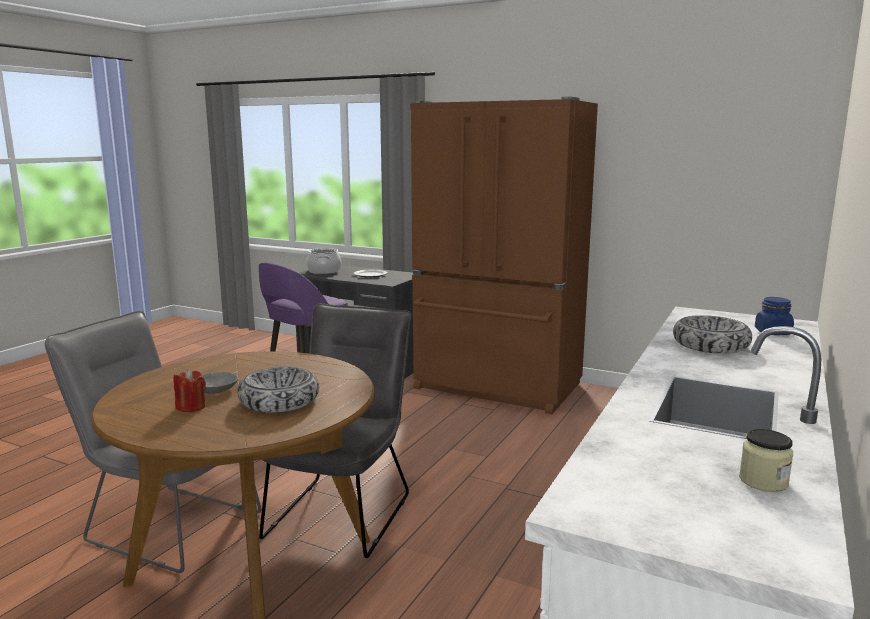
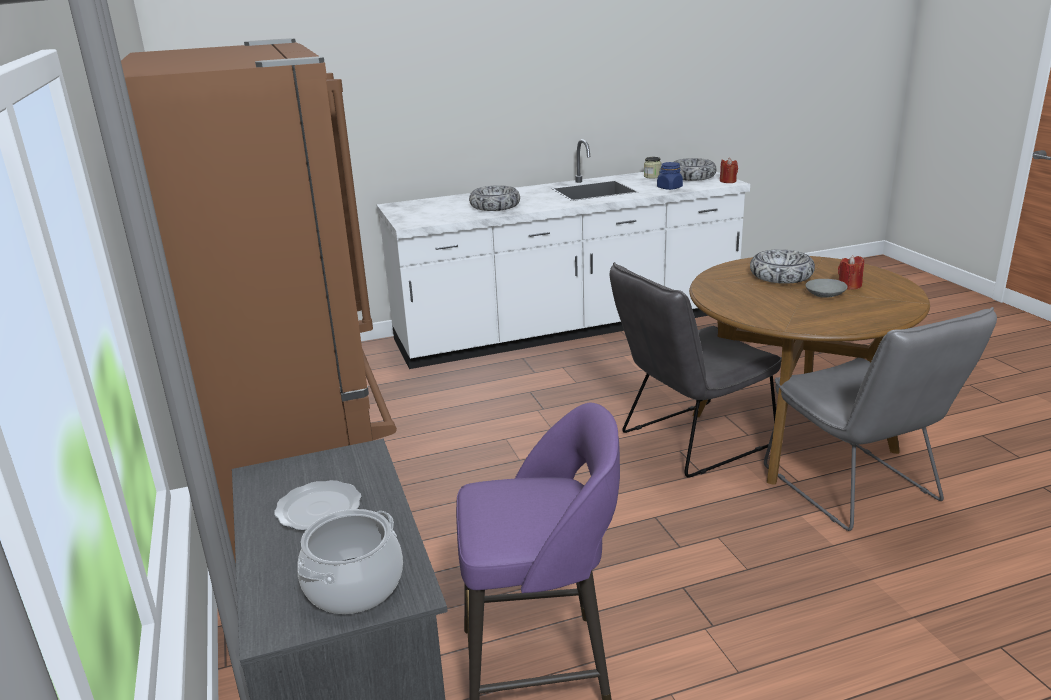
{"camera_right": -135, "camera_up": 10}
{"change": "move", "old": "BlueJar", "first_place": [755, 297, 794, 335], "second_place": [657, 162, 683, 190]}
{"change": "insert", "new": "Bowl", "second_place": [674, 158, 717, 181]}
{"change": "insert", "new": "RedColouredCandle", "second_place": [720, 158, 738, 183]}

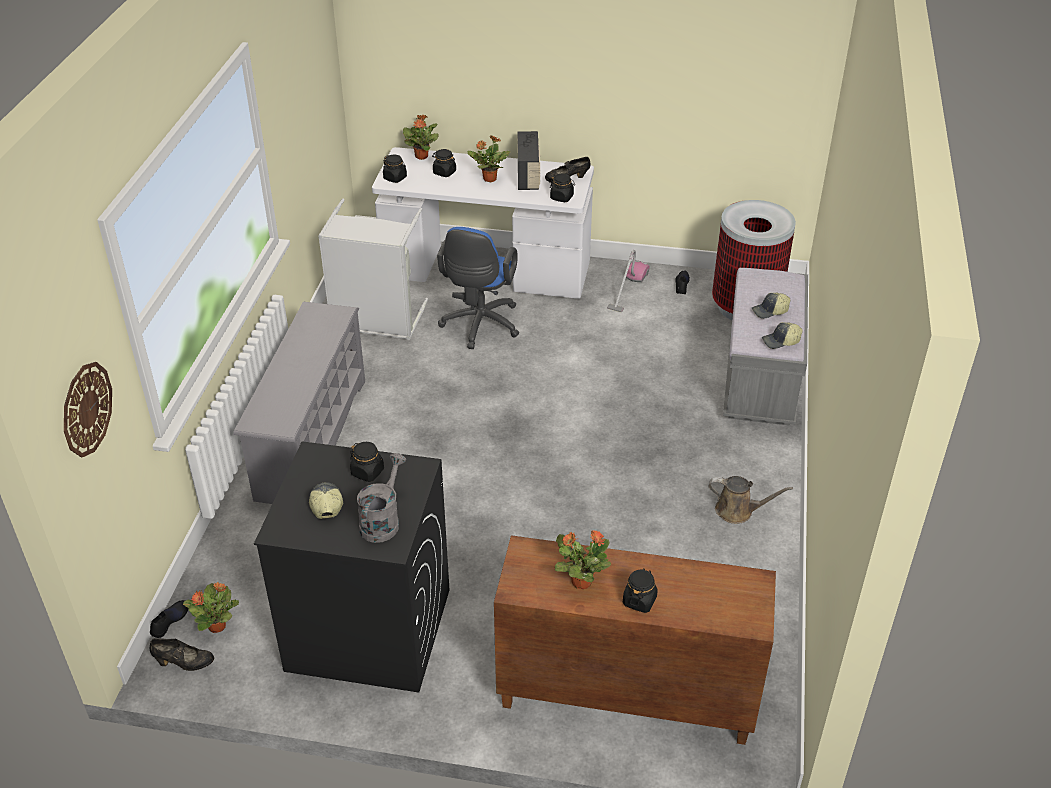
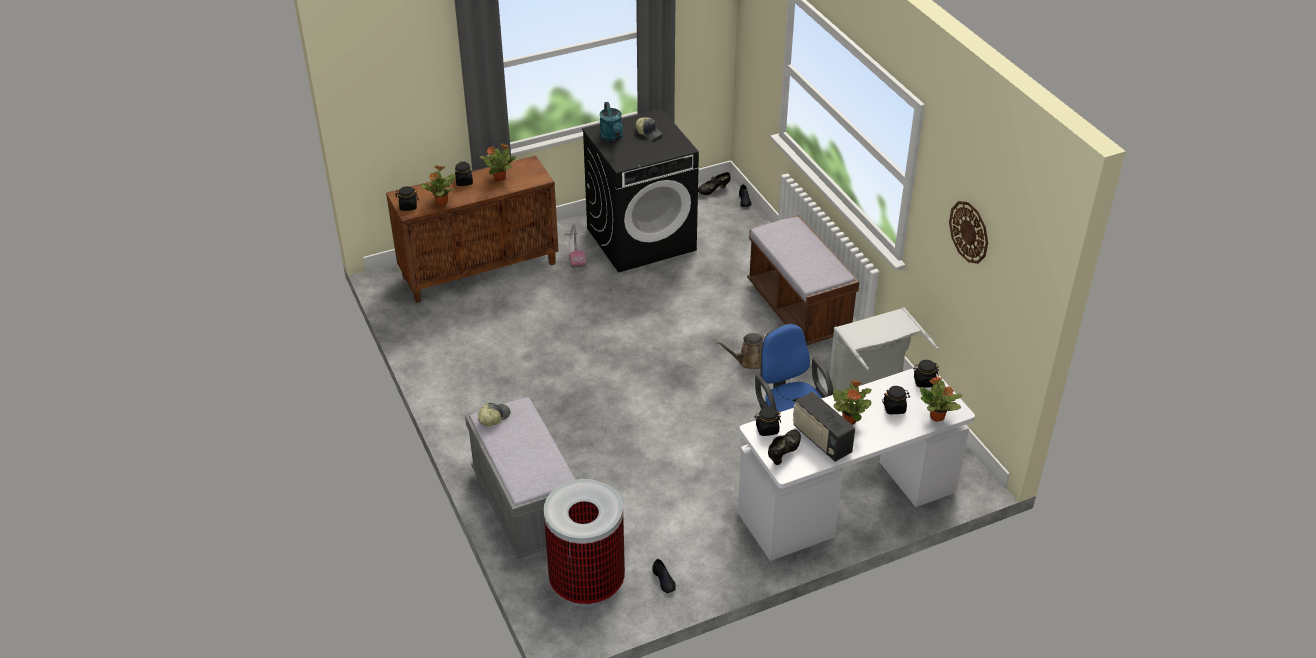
{"camera_right": 145, "camera_up": 0}
{"change": "move", "old": "BlackishJar", "first_place": [350, 442, 384, 482], "second_place": [395, 186, 419, 211]}
{"change": "move", "old": "Houseplant", "first_place": [183, 582, 239, 633], "second_place": [421, 165, 455, 205]}
{"change": "move", "old": "Vacuum", "first_place": [607, 250, 650, 312], "second_place": [564, 223, 586, 268]}
{"change": "recolor", "old": "GreyWateringCan", "new": "TurquoiseWateringCan", "first_place": [357, 453, 406, 543], "second_place": [600, 102, 623, 142]}
{"change": "move", "old": "BrownColouredWateringCan", "first_place": [708, 476, 793, 524], "second_place": [716, 333, 768, 369]}
{"change": "replace", "old": "GreyShoeShelf", "new": "BrownColouredLongSeat", "first_place": [233, 302, 365, 504], "second_place": [747, 215, 859, 345]}
{"change": "move", "old": "WallClock", "first_place": [64, 362, 112, 457], "second_place": [949, 201, 988, 264]}
{"change": "delete", "old": "PeakedCap", "first_place": [752, 293, 790, 319]}

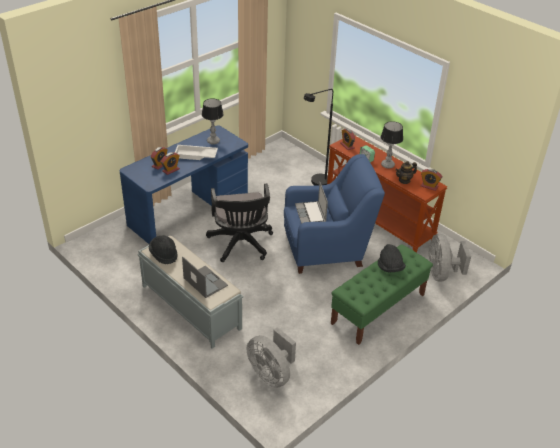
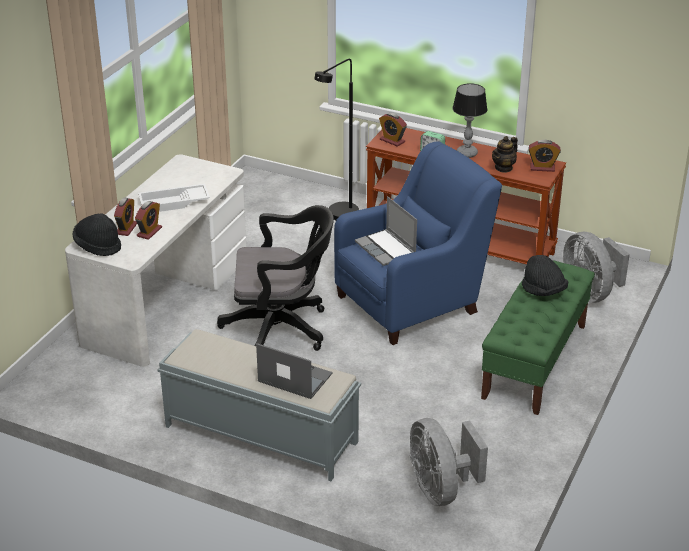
{"camera_right": -20, "camera_up": -5}
{"change": "recolor", "old": "BlueDeskTable", "new": "WhiteColouredDeskTable", "first_place": [120, 125, 248, 244], "second_place": [65, 155, 246, 367]}
{"change": "move", "old": "BlackishClothingHat", "first_place": [149, 236, 178, 264], "second_place": [72, 213, 121, 256]}
{"change": "rotate", "old": "BlackishDeskChair", "first_place": [206, 184, 273, 262], "second_place": [217, 205, 334, 351], "degrees": -60}
{"change": "rotate", "old": "GreyElectricFan", "first_place": [246, 327, 296, 388], "second_place": [410, 418, 488, 506], "degrees": 45}
{"change": "delete", "old": "TableLamp", "first_place": [202, 98, 224, 144]}

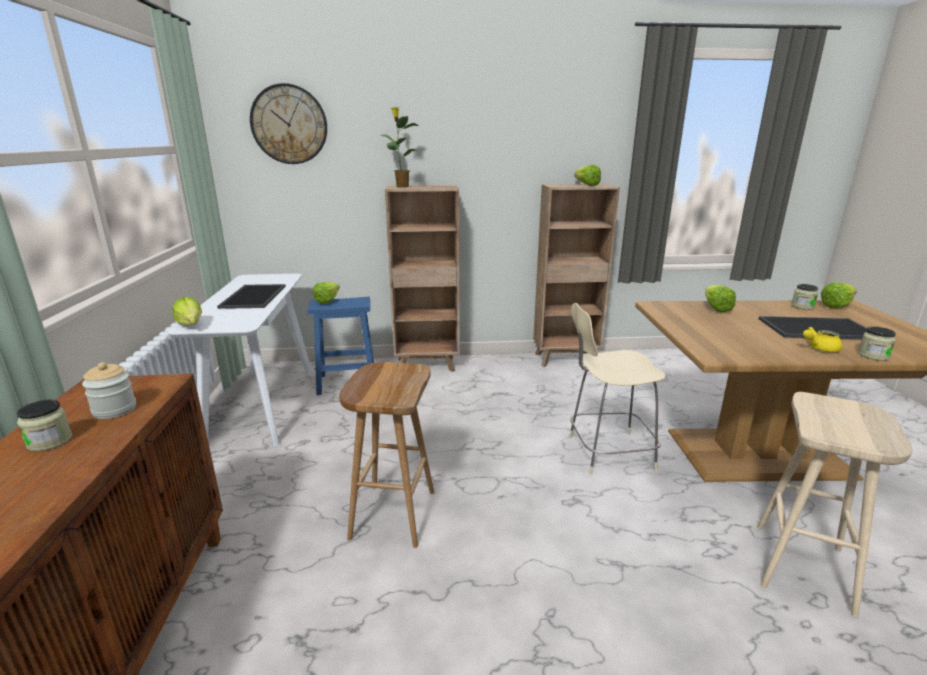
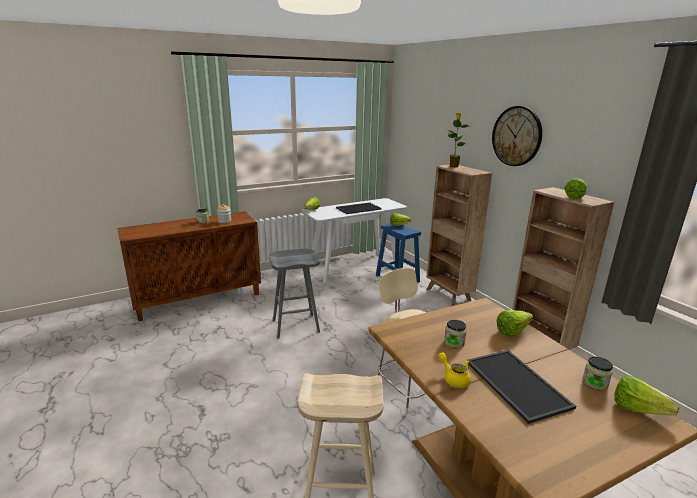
{"camera_right": 65, "camera_up": 0}
{"change": "recolor", "old": "BrownColouredStoolSeat", "new": "GreyStoolSeat", "first_place": [339, 362, 434, 548], "second_place": [269, 249, 320, 339]}
{"change": "move", "old": "Jar", "first_place": [858, 327, 896, 361], "second_place": [444, 320, 467, 348]}
{"change": "move", "old": "WallClock", "first_place": [250, 83, 327, 164], "second_place": [492, 106, 542, 166]}

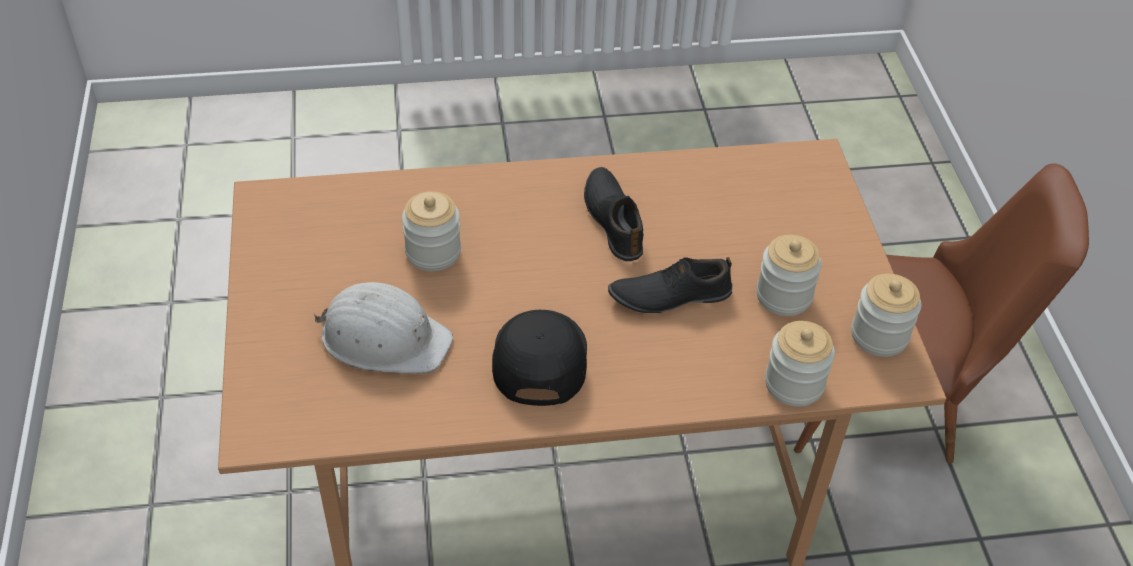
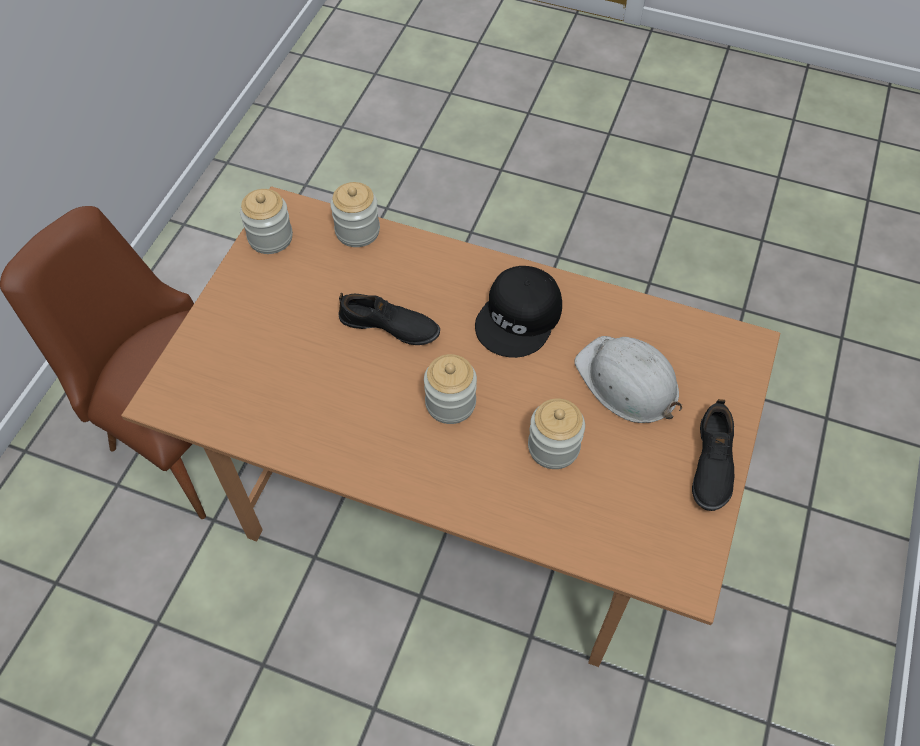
{"camera_right": -150, "camera_up": 10}
{"change": "move", "old": "Jar", "first_place": [756, 235, 822, 316], "second_place": [424, 354, 477, 424]}
{"change": "move", "old": "BlackishLowShoe", "first_place": [584, 167, 643, 261], "second_place": [692, 399, 734, 511]}

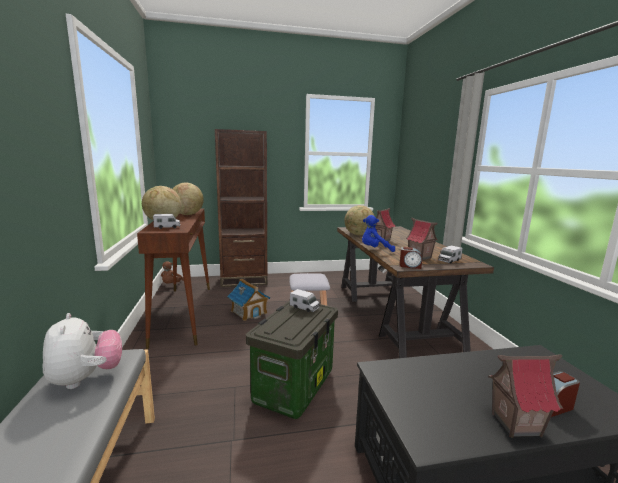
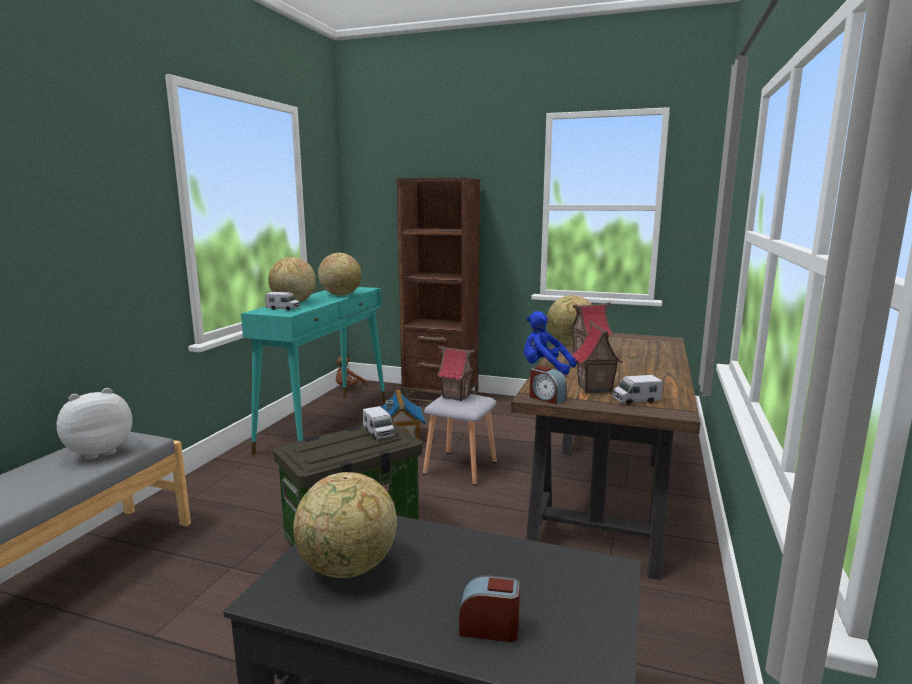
{"camera_right": 30, "camera_up": 0}
{"change": "rotate", "old": "CuddlyToy", "first_place": [43, 313, 122, 389], "second_place": [57, 388, 133, 460], "degrees": -135}
{"change": "recolor", "old": "BrownColouredHallTable", "new": "TurquoiseHallTable", "first_place": [137, 208, 210, 349], "second_place": [241, 287, 386, 455]}
{"change": "insert", "new": "Globe", "second_place": [293, 472, 397, 578]}
{"change": "move", "old": "MiniatureHouse", "first_place": [488, 355, 563, 438], "second_place": [437, 346, 476, 401]}

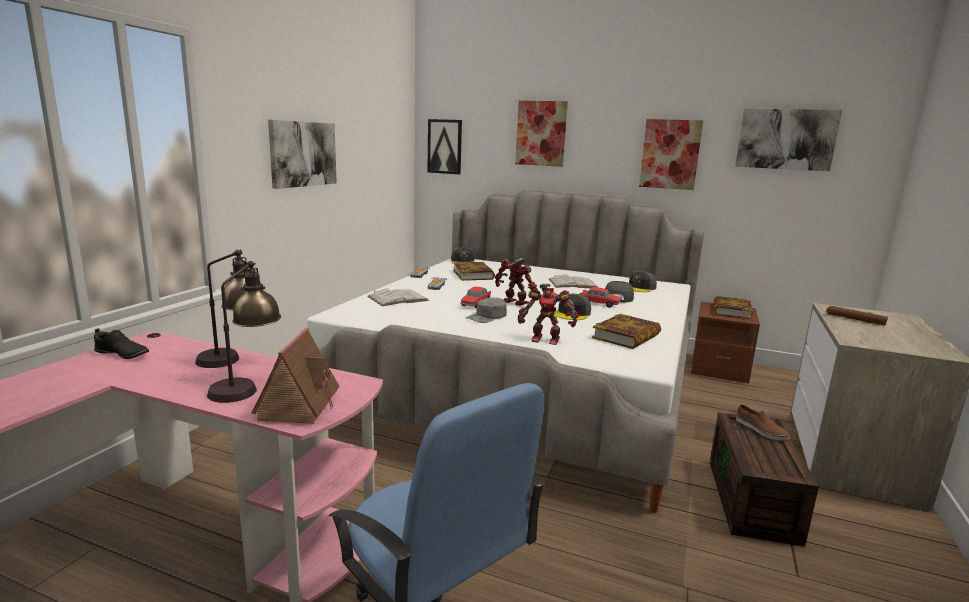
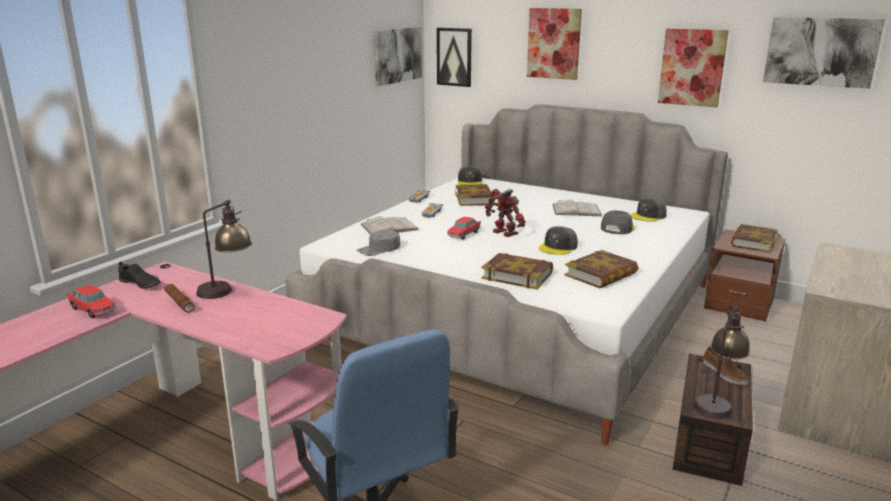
{"camera_right": 10, "camera_up": 5}
{"change": "move", "old": "ToyCar", "first_place": [579, 287, 621, 308], "second_place": [67, 285, 116, 318]}
{"change": "move", "old": "BrownColouredFlashlight", "first_place": [826, 306, 888, 325], "second_place": [164, 284, 195, 313]}
{"change": "move", "old": "GreyPeakedCap", "first_place": [466, 298, 507, 323], "second_place": [357, 230, 400, 256]}
{"change": "move", "old": "Picture", "first_place": [268, 120, 337, 189], "second_place": [374, 27, 422, 86]}
{"change": "replace", "old": "ModelRobot", "new": "Book", "first_place": [518, 284, 579, 345], "second_place": [481, 253, 553, 290]}
{"change": "move", "old": "TableLamp", "first_place": [207, 261, 281, 403], "second_place": [694, 306, 750, 419]}
{"change": "delete", "old": "MiniatureHouse", "first_place": [251, 328, 339, 424]}

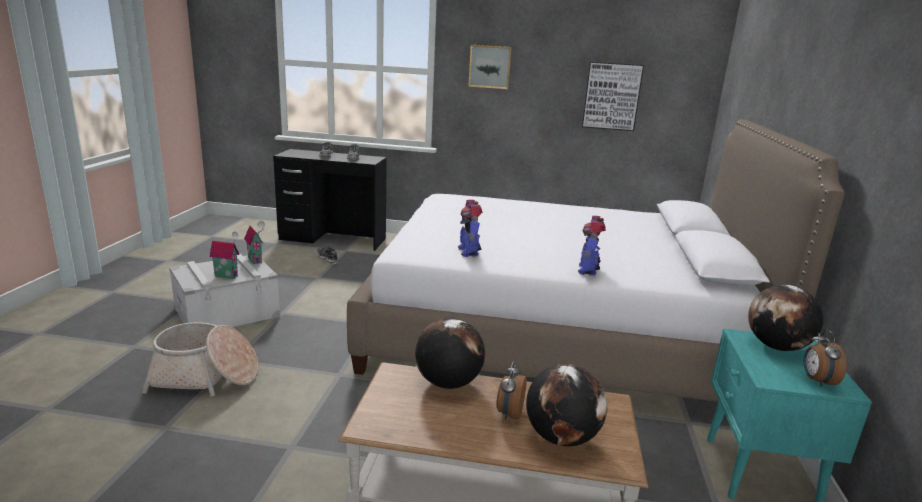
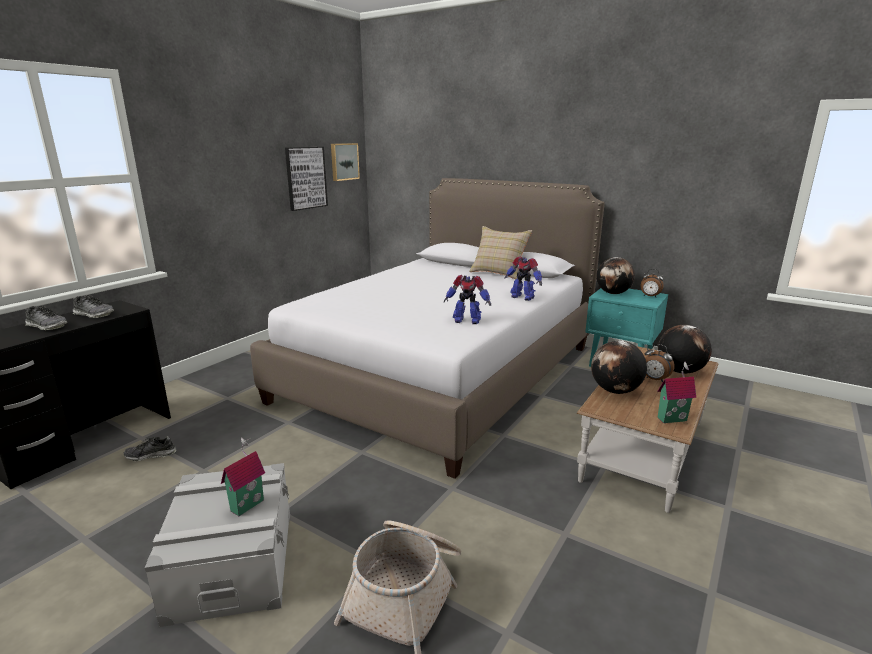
{"camera_right": -65, "camera_up": 0}
{"change": "move", "old": "Picture", "first_place": [468, 45, 511, 89], "second_place": [331, 143, 360, 181]}
{"change": "insert", "new": "SandColouredCushion", "second_place": [469, 226, 532, 279]}
{"change": "move", "old": "MiniatureHouse", "first_place": [244, 221, 265, 264], "second_place": [657, 362, 696, 423]}

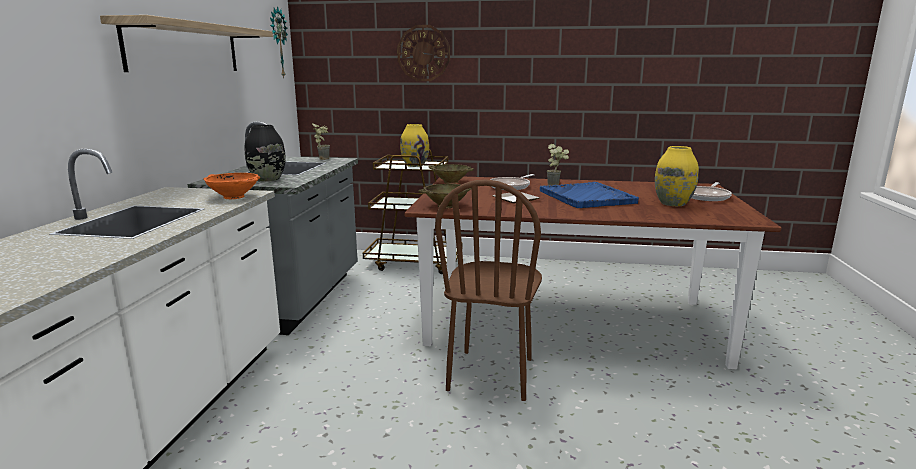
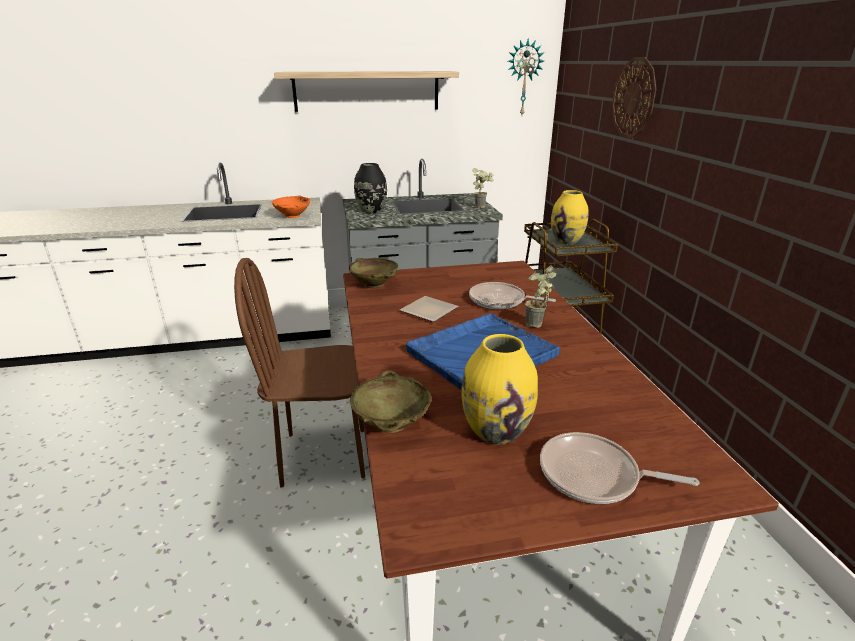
{"camera_right": 70, "camera_up": 10}
{"change": "move", "old": "SandColouredBowl", "first_place": [429, 164, 474, 184], "second_place": [350, 370, 431, 433]}

